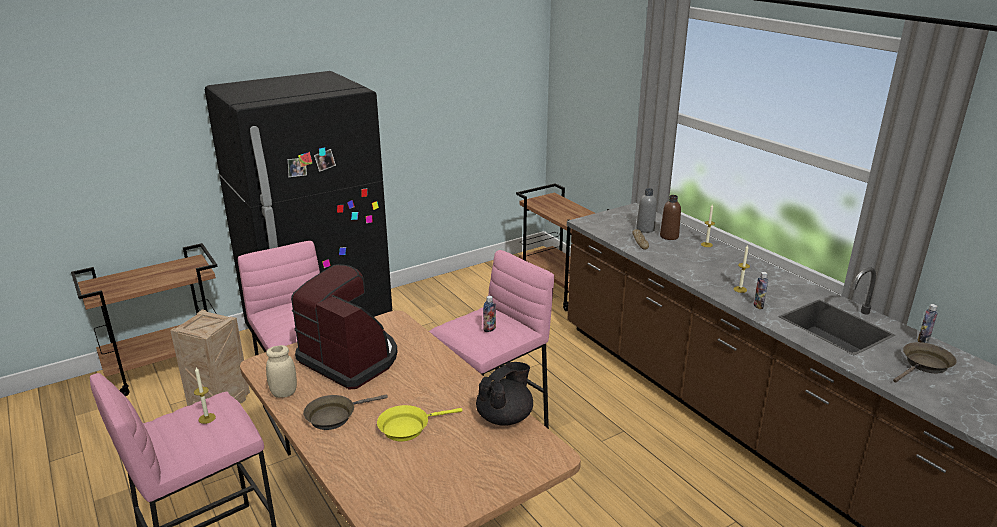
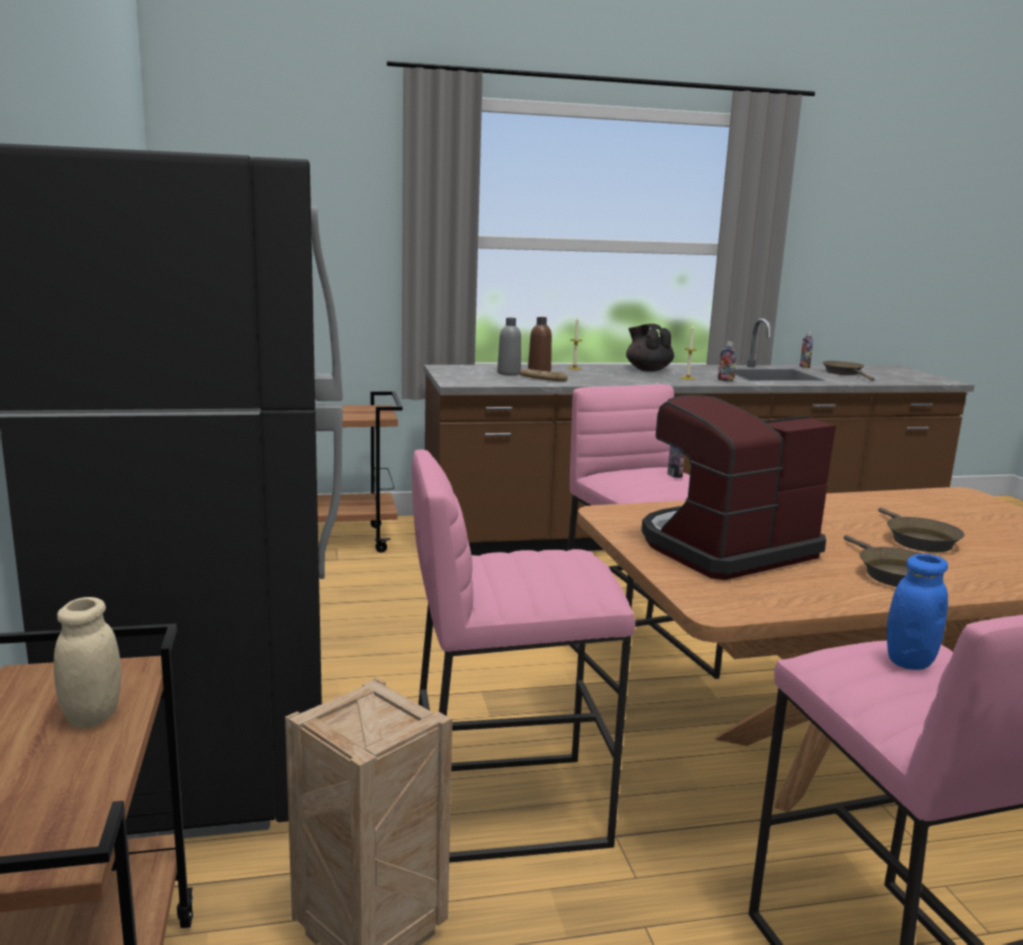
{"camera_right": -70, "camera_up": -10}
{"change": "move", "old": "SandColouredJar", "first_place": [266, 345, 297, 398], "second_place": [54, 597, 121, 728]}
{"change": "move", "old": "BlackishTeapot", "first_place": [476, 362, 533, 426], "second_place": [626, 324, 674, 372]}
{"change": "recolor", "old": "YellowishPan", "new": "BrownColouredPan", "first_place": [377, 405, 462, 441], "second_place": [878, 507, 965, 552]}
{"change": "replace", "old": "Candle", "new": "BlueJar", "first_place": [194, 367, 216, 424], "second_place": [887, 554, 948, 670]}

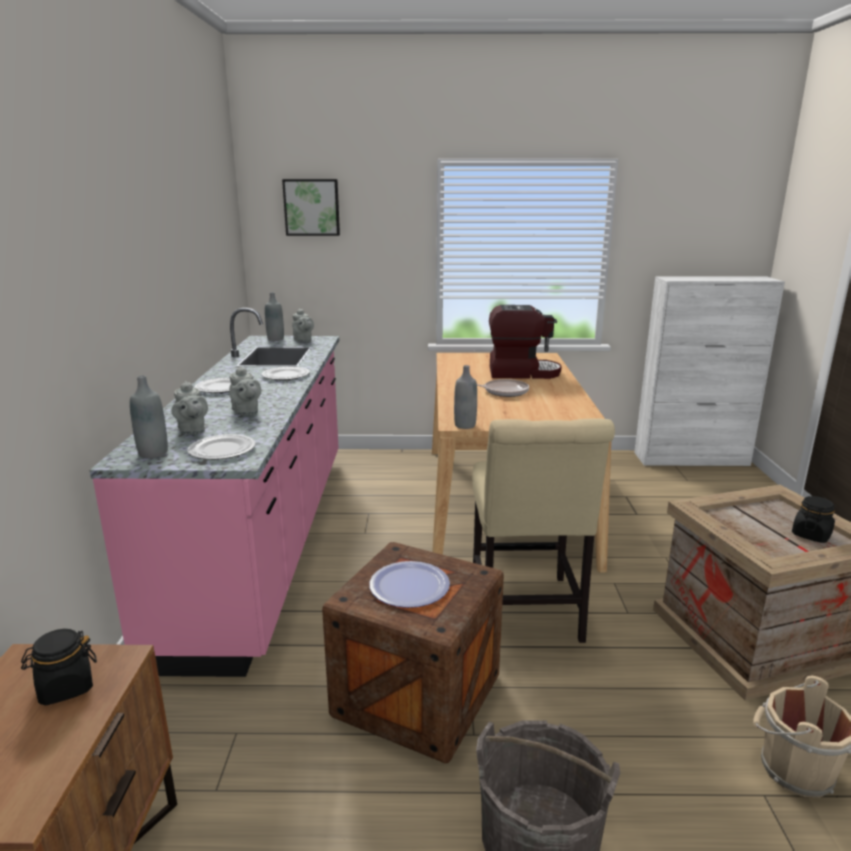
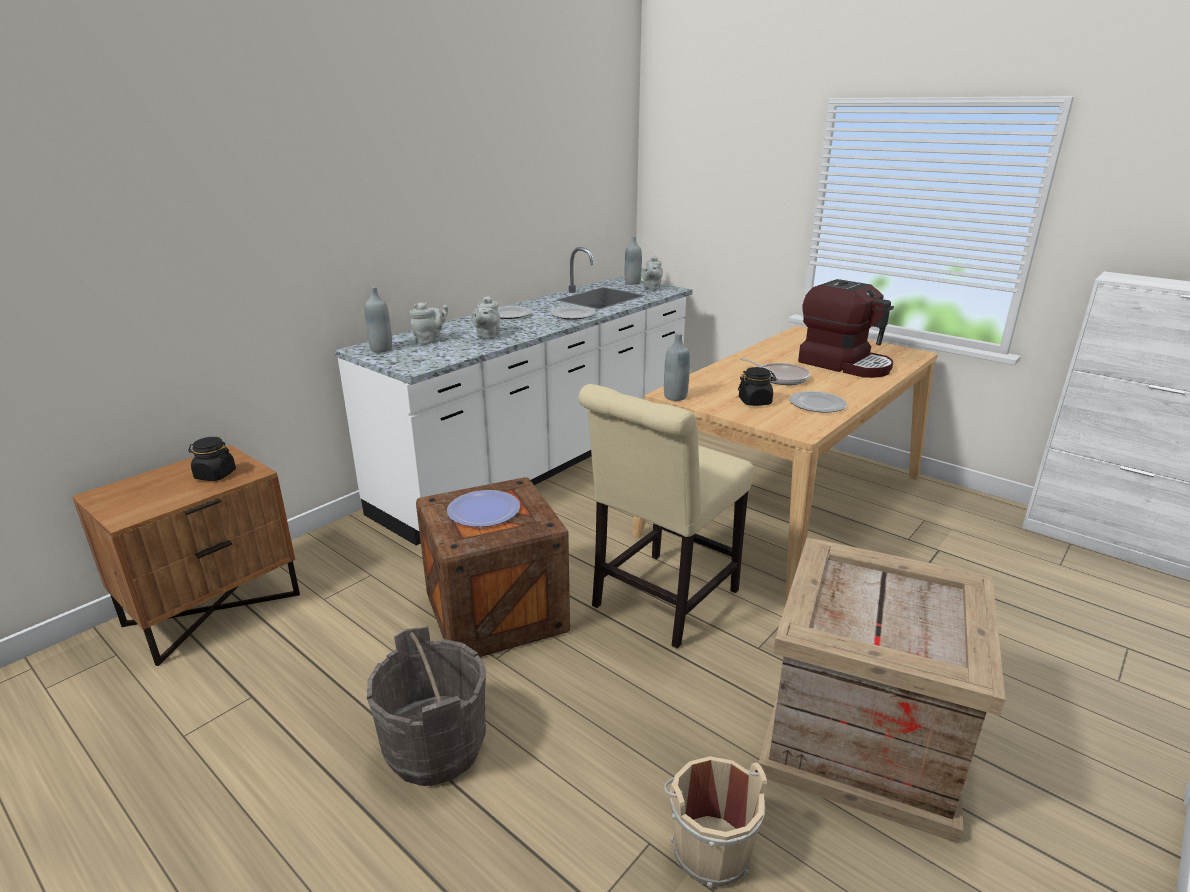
{"camera_right": 40, "camera_up": 5}
{"change": "recolor", "old": "PinkKitchenCounter", "new": "WhiteColouredKitchenCounter", "first_place": [89, 308, 339, 677], "second_place": [335, 247, 693, 546]}
{"change": "rotate", "old": "GreyTeapot", "first_place": [172, 381, 208, 434], "second_place": [409, 302, 448, 345], "degrees": -150}
{"change": "move", "old": "BlackishJar", "first_place": [792, 496, 835, 543], "second_place": [738, 367, 777, 406]}
{"change": "move", "old": "FlatDish", "first_place": [187, 434, 256, 460], "second_place": [789, 391, 847, 412]}
{"change": "delete", "old": "Picture", "first_place": [282, 179, 340, 236]}

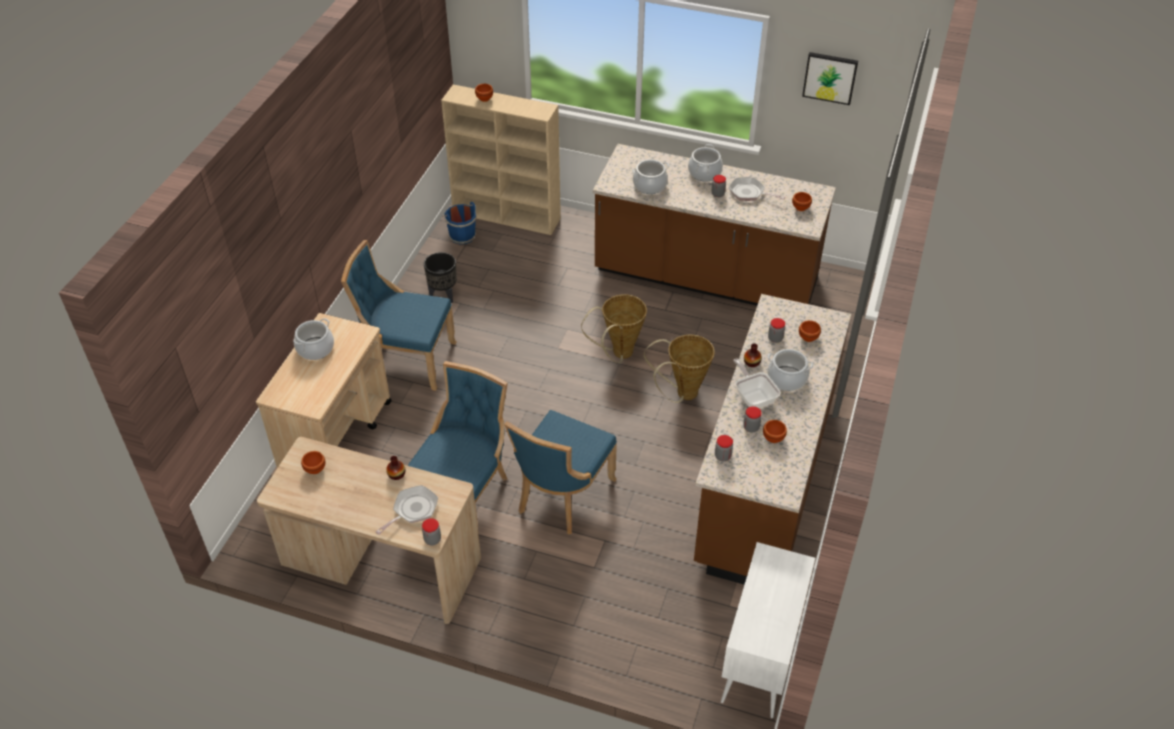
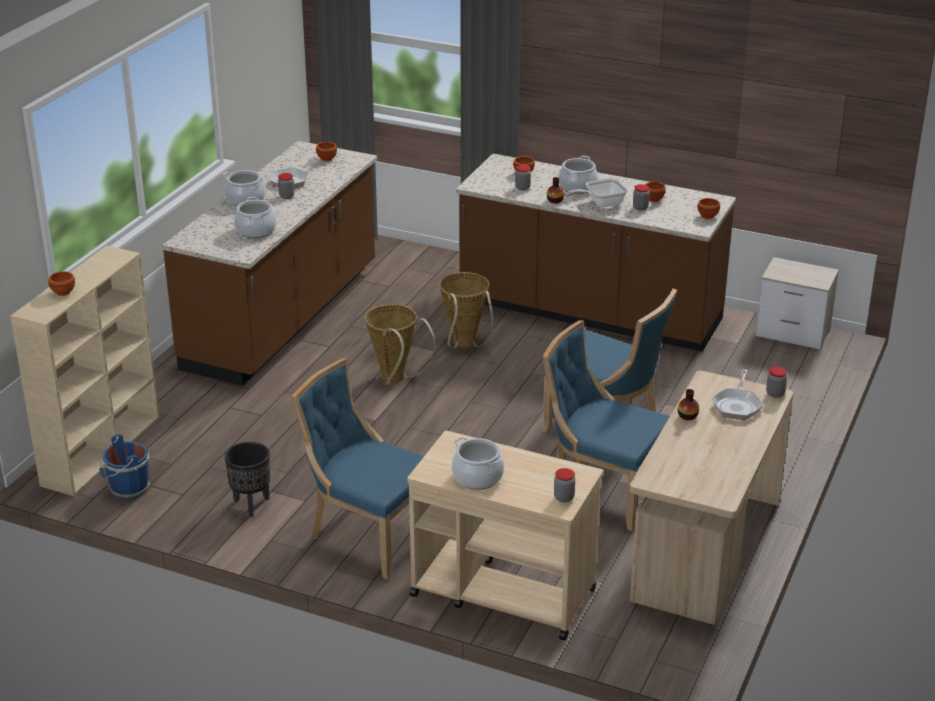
{"camera_right": -85, "camera_up": -15}
{"change": "rotate", "old": "BlueChair", "first_place": [341, 240, 456, 391], "second_place": [291, 358, 424, 579], "degrees": 105}
{"change": "move", "old": "Jar", "first_place": [715, 435, 733, 461], "second_place": [554, 468, 575, 502]}
{"change": "move", "old": "BrownColouredBowl", "first_place": [301, 451, 325, 474], "second_place": [697, 198, 720, 219]}
{"change": "rotate", "old": "Pan", "first_place": [375, 485, 438, 535], "second_place": [712, 369, 763, 420], "degrees": -120}
{"change": "replace", "old": "WhiteColouredCabinet", "new": "BedsideTable", "first_place": [721, 542, 815, 718], "second_place": [756, 257, 839, 350]}
{"change": "delete", "old": "Picture", "first_place": [802, 52, 858, 105]}

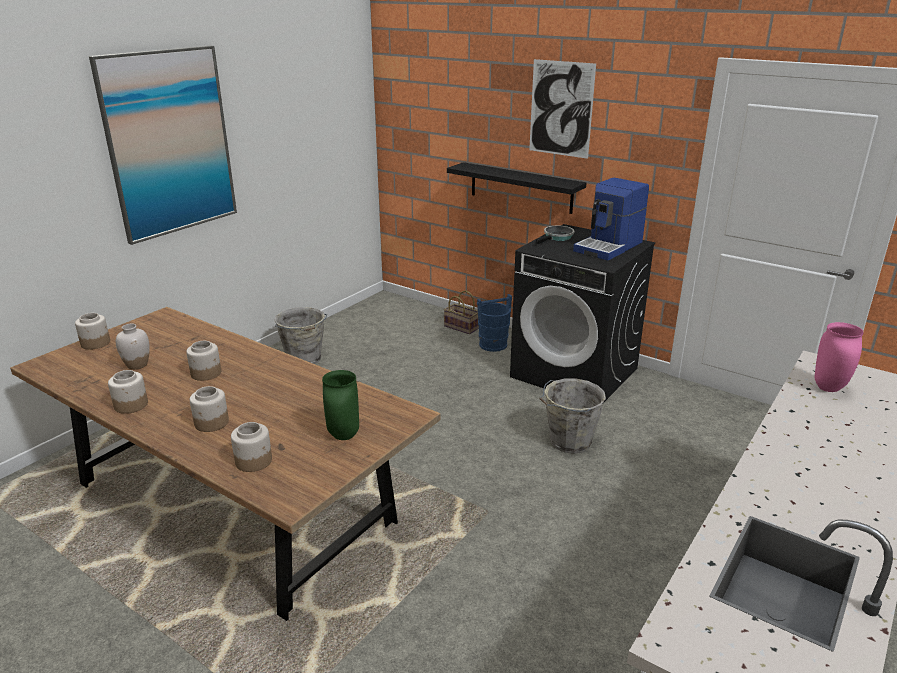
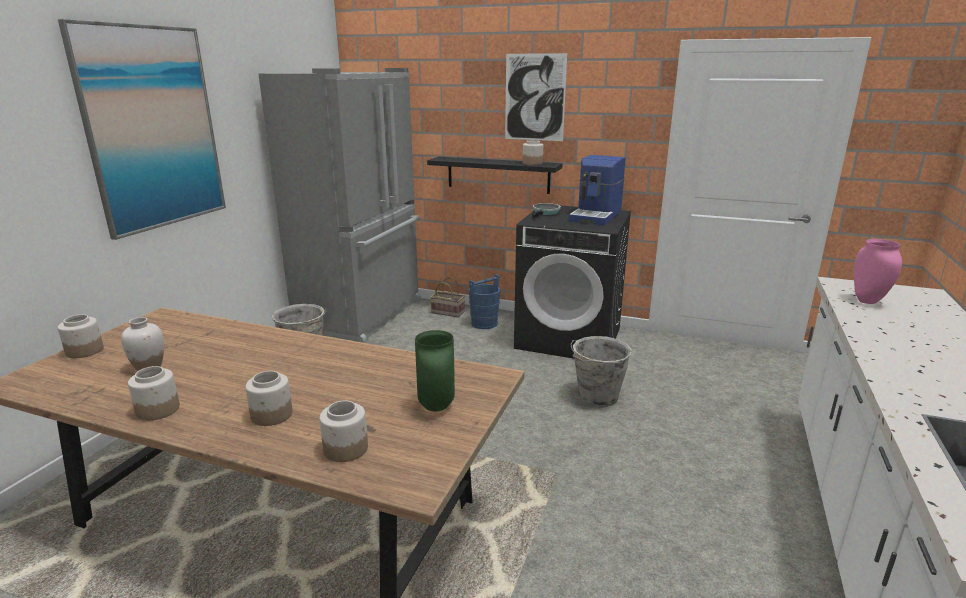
{"camera_right": -15, "camera_up": -5}
{"change": "insert", "new": "GreyRefrigerator", "second_place": [258, 68, 421, 343]}
{"change": "move", "old": "Jar", "first_place": [186, 341, 221, 381], "second_place": [523, 140, 543, 165]}

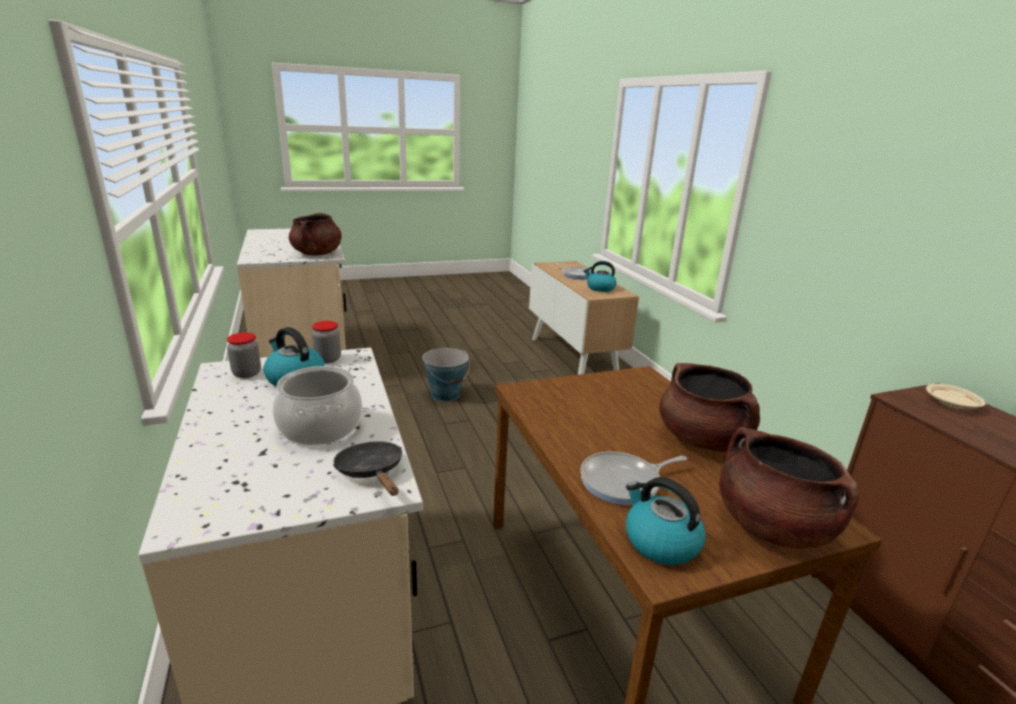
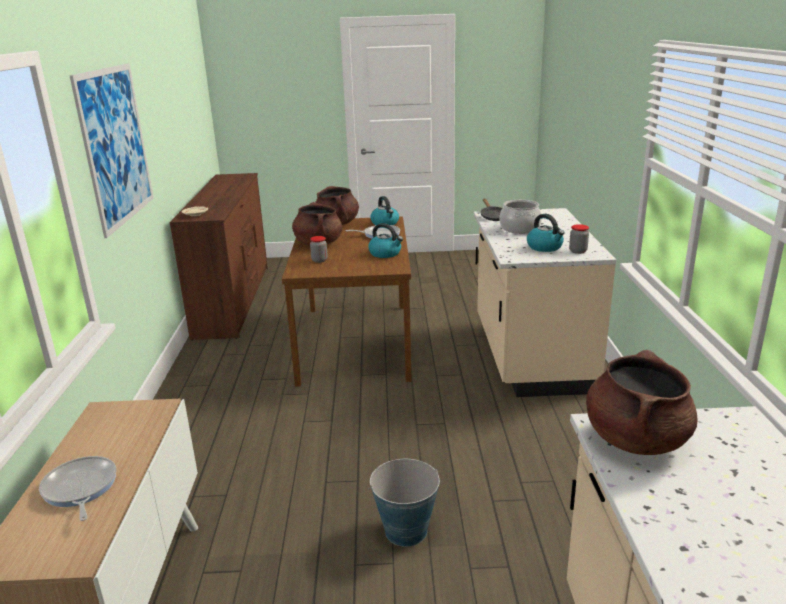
{"camera_right": -160, "camera_up": 0}
{"change": "insert", "new": "Picture", "second_place": [70, 63, 154, 238]}
{"change": "move", "old": "Jar", "first_place": [312, 321, 341, 363], "second_place": [310, 236, 328, 263]}
{"change": "move", "old": "WaterKettle", "first_place": [584, 261, 617, 292], "second_place": [368, 223, 403, 258]}

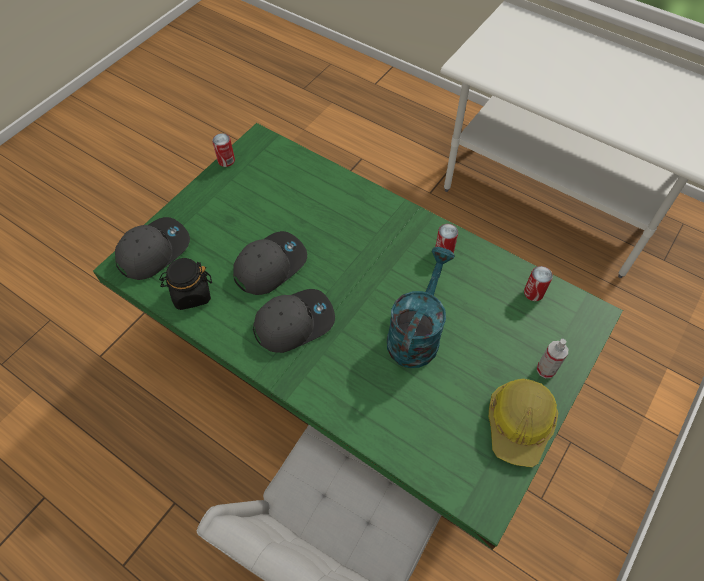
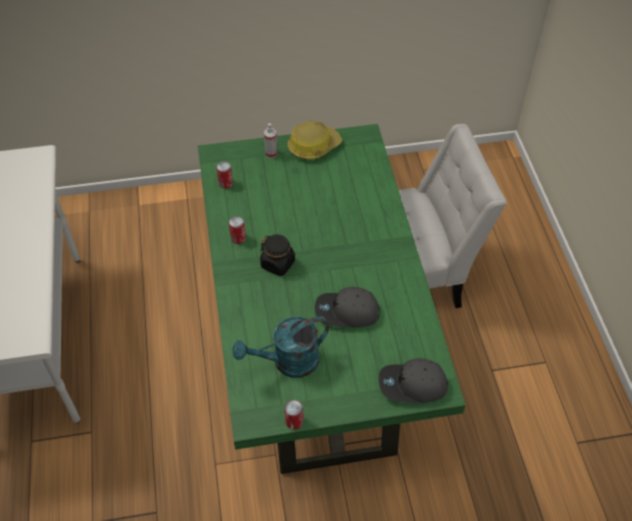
{"camera_right": -135, "camera_up": -5}
{"change": "move", "old": "TurquoiseWateringCan", "first_place": [387, 247, 455, 368], "second_place": [232, 316, 329, 378]}
{"change": "move", "old": "BlackishJar", "first_place": [159, 258, 212, 310], "second_place": [260, 234, 295, 276]}
{"change": "delete", "old": "GreyPeakedCap", "first_place": [253, 289, 335, 353]}

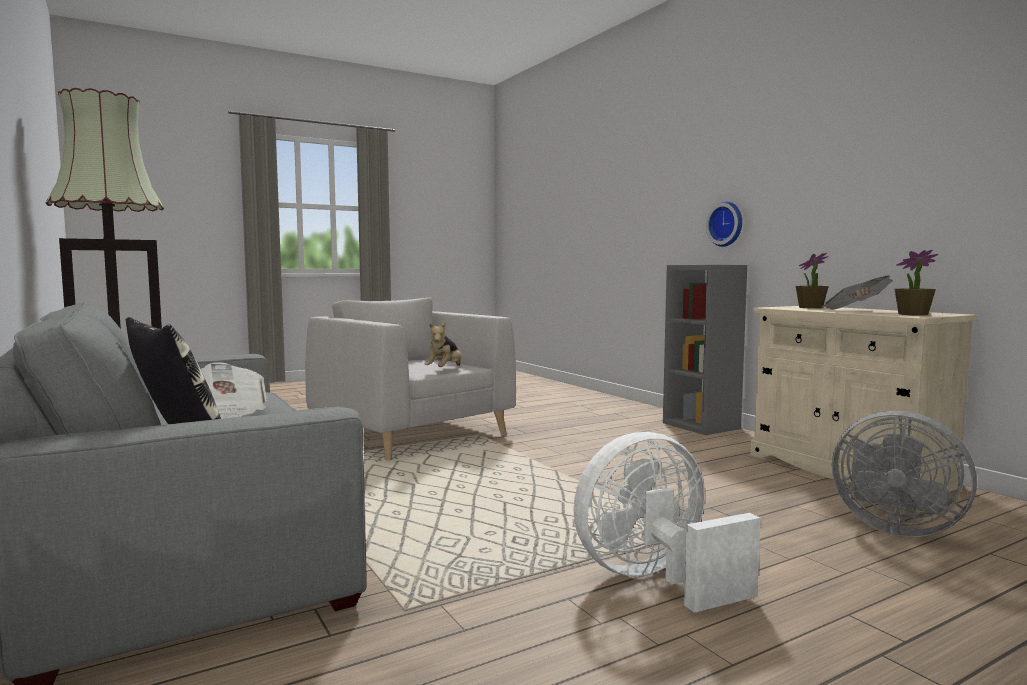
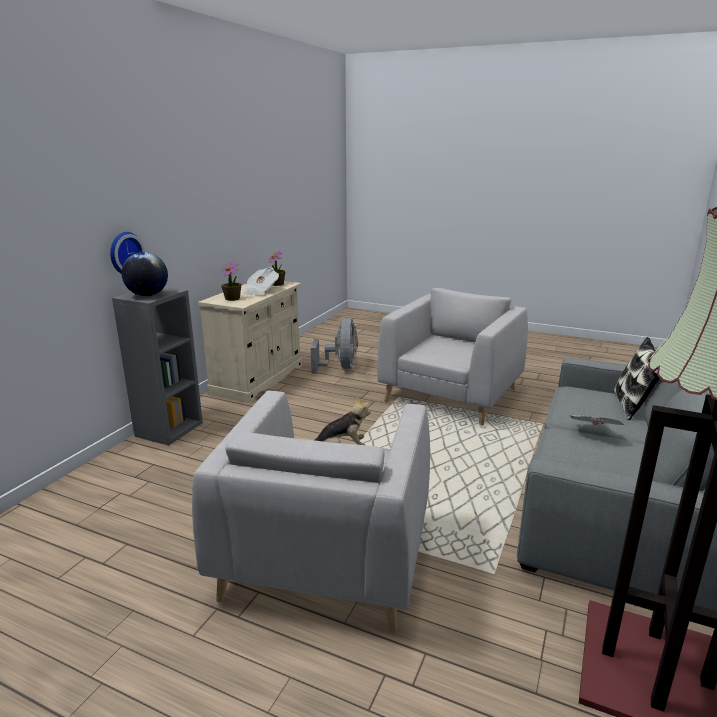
{"camera_right": -125, "camera_up": 15}
{"change": "insert", "new": "Globe", "second_place": [122, 252, 168, 296]}
{"change": "replace", "old": "WhiteColouredElectricFan", "new": "GreyEasyChair", "first_place": [574, 432, 761, 613], "second_place": [377, 288, 528, 425]}

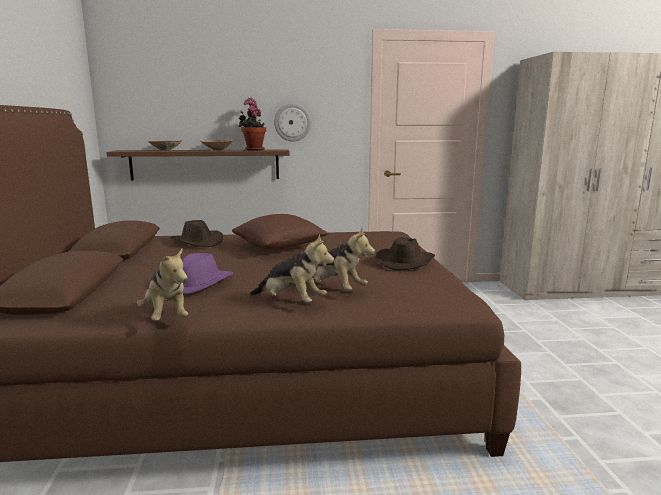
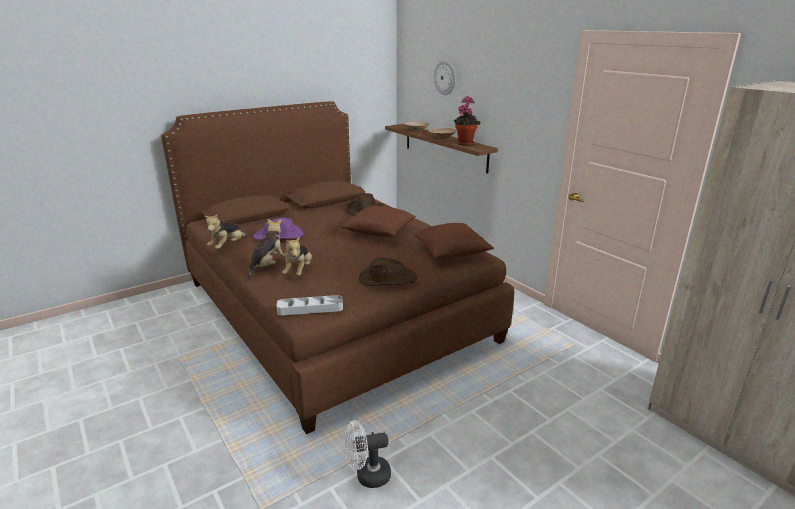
{"camera_right": 60, "camera_up": 10}
{"change": "rotate", "old": "CuddlyToy", "first_place": [250, 234, 334, 302], "second_place": [248, 219, 285, 279], "degrees": -150}
{"change": "insert", "new": "GreyTray", "second_place": [277, 295, 343, 316]}
{"change": "insert", "new": "WhiteColouredElectricFan", "second_place": [345, 420, 391, 488]}
{"change": "insert", "new": "BrownColouredCushion", "second_place": [414, 223, 494, 259]}
{"change": "move", "old": "WallClock", "first_place": [274, 103, 311, 142], "second_place": [434, 60, 456, 95]}

